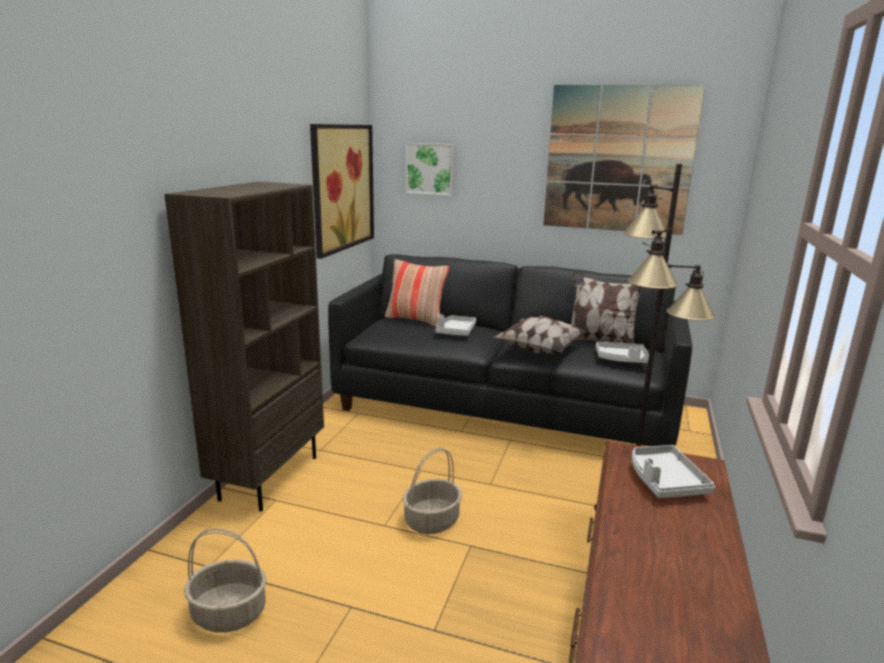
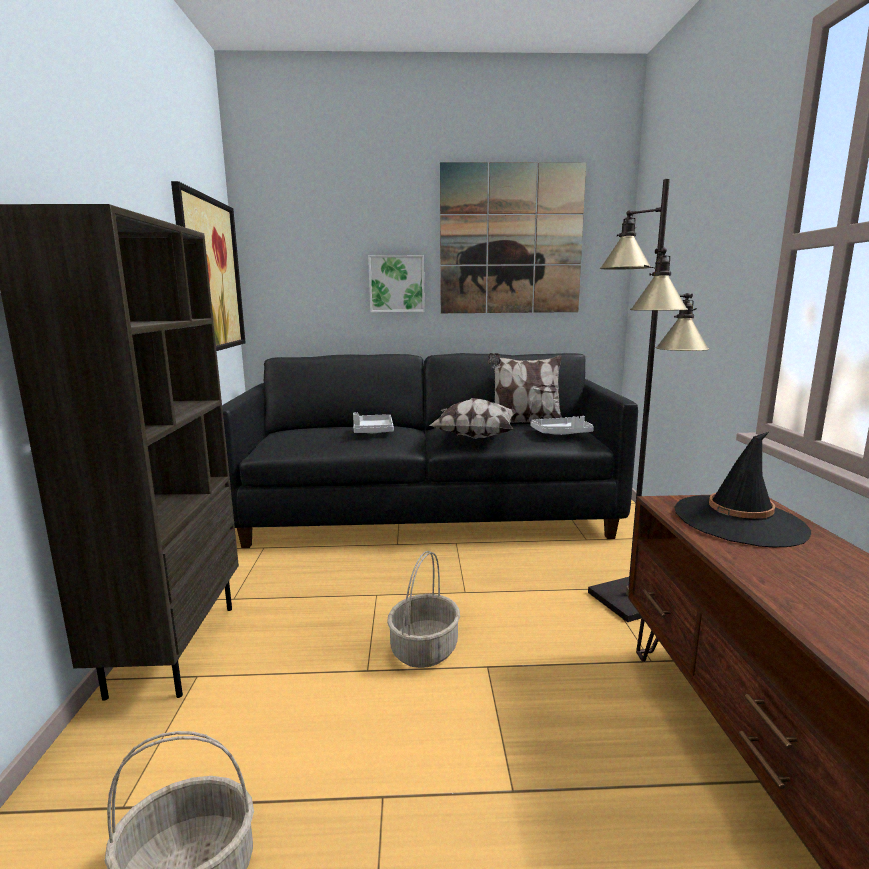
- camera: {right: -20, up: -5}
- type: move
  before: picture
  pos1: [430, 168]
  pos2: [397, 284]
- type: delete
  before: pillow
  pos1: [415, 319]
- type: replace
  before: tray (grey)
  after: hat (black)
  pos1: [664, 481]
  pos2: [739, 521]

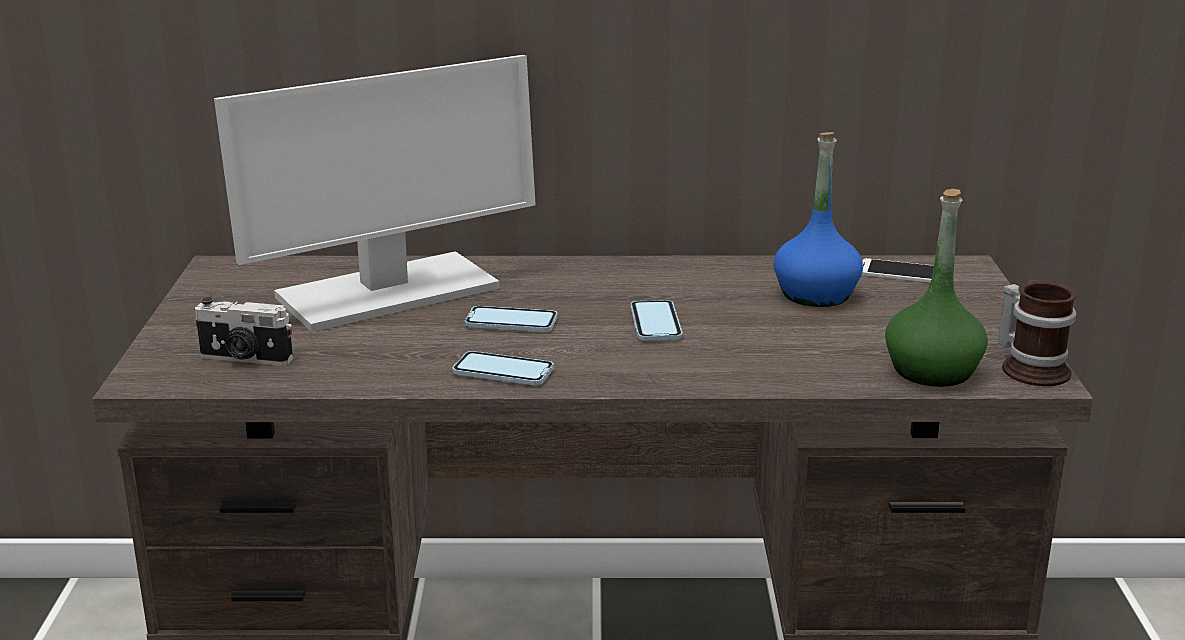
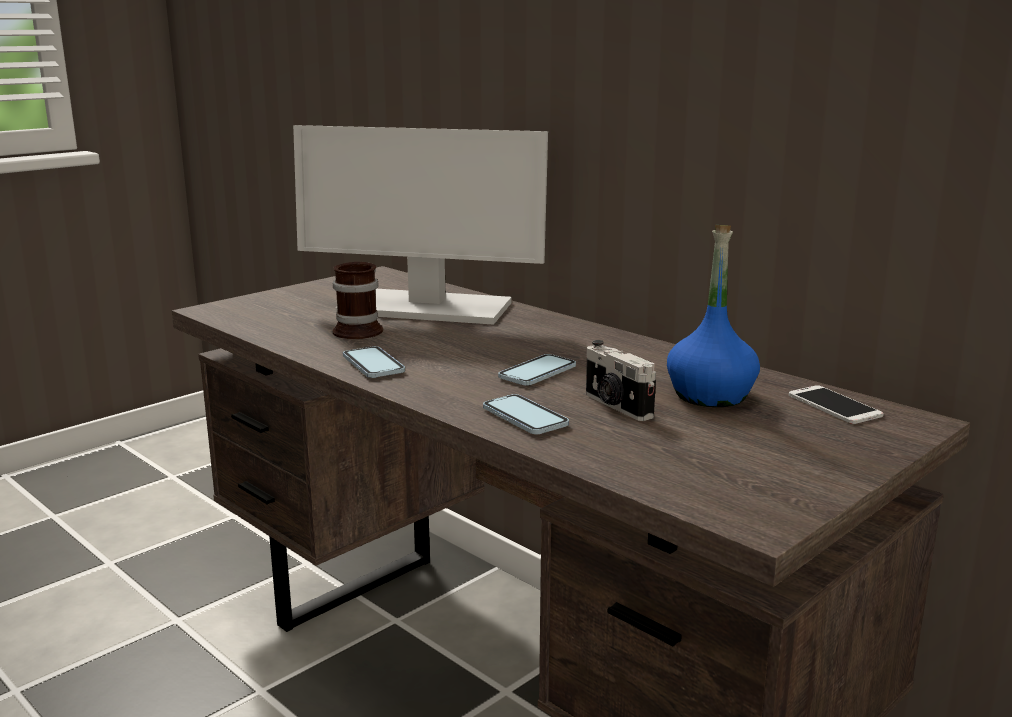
- camera: {right: 45, up: -5}
- type: delete
  before: bottle (green)
  pos1: [932, 371]
- type: move
  before: mug
  pos1: [1033, 368]
  pos2: [362, 330]
- type: move
  before: photo camera
  pos1: [245, 359]
  pos2: [616, 406]
- type: move
  before: phone
  pos1: [511, 322]
  pos2: [525, 417]

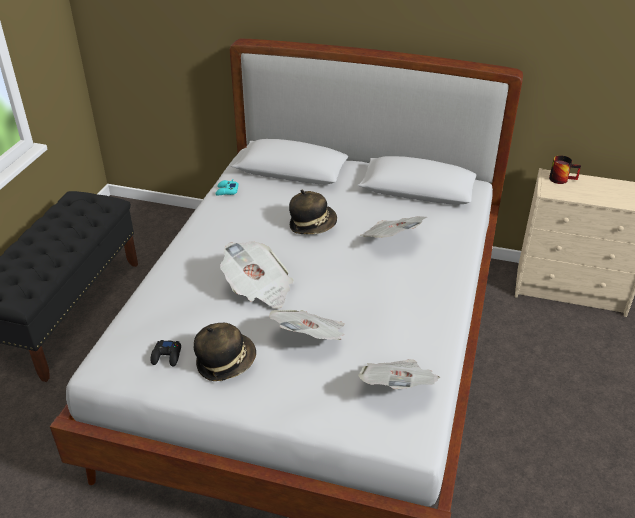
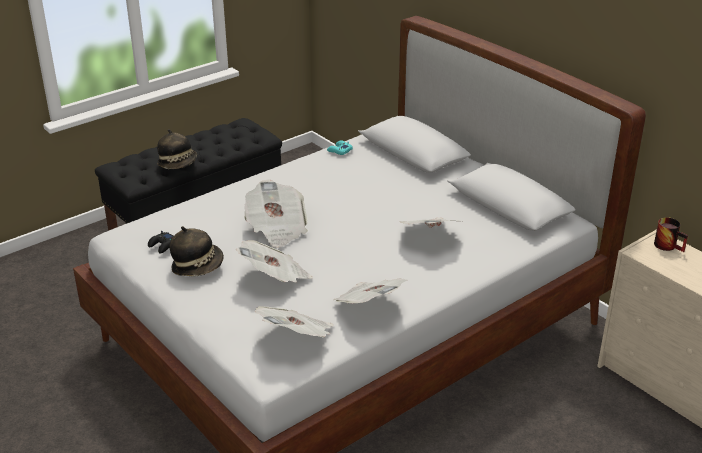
- camera: {right: 35, up: -5}
- type: move
  before: hat
  pos1: [312, 225]
  pos2: [178, 164]
- type: insert
  after: newspaper
  pos2: [369, 306]

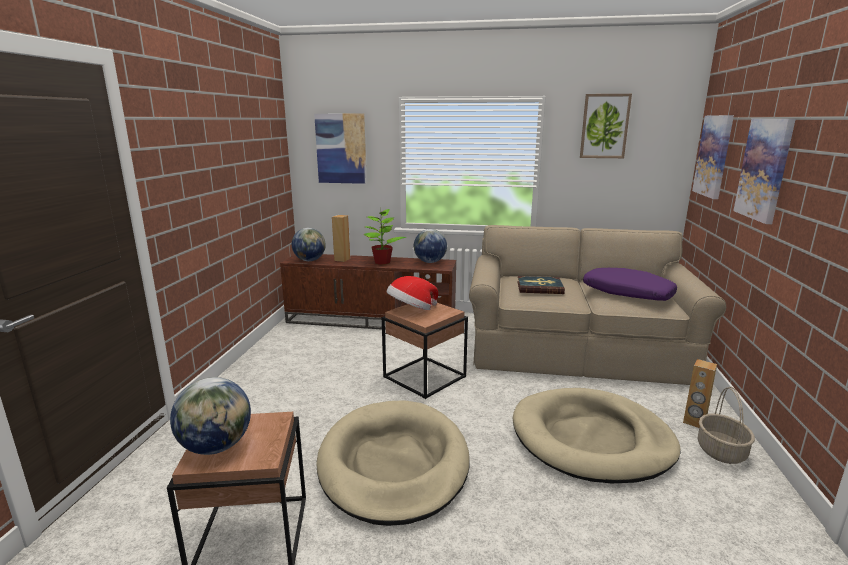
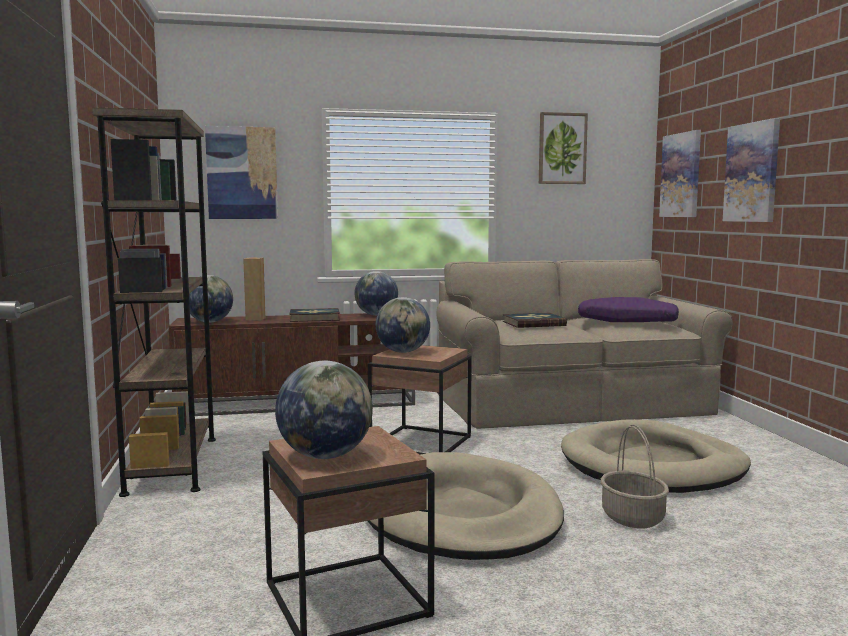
- camera: {right: -20, up: -10}
- type: replace
  before: potted plant
  after: book
  pos1: [382, 262]
  pos2: [314, 318]
- type: replace
  before: hat
  after: globe
  pos1: [411, 310]
  pos2: [403, 352]
- type: delete
  before: speaker (brown)
  pos1: [694, 422]
- type: move
  before: basket
  pos1: [721, 451]
  pos2: [633, 518]
- type: insert
  after: bookcase (brown)
  pos2: [172, 464]

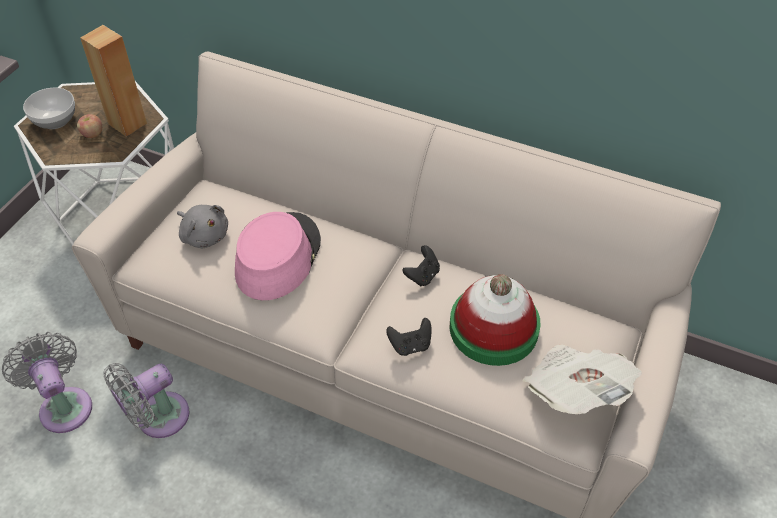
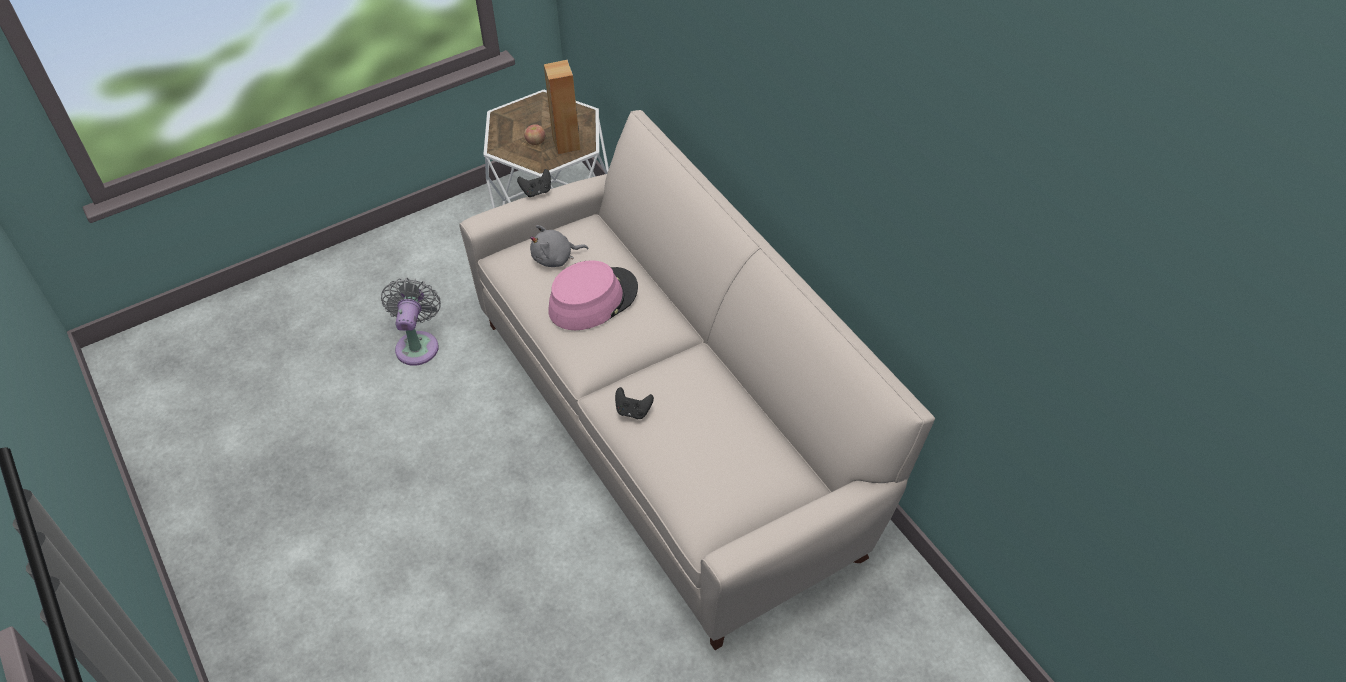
- camera: {right: 35, up: 0}
- type: delete
  before: bowl
  pos1: [54, 120]
- type: rotate
  before: plush toy (grey)
  pos1: [204, 235]
  pos2: [555, 258]
  turn: 90
- type: move
  before: game controller (black)
  pos1: [422, 275]
  pos2: [537, 191]
- type: delete
  before: hat
  pos1: [493, 328]
- type: delete
  before: newspaper
  pos1: [575, 390]
- type: delete
  before: fan (grey)
  pos1: [157, 418]

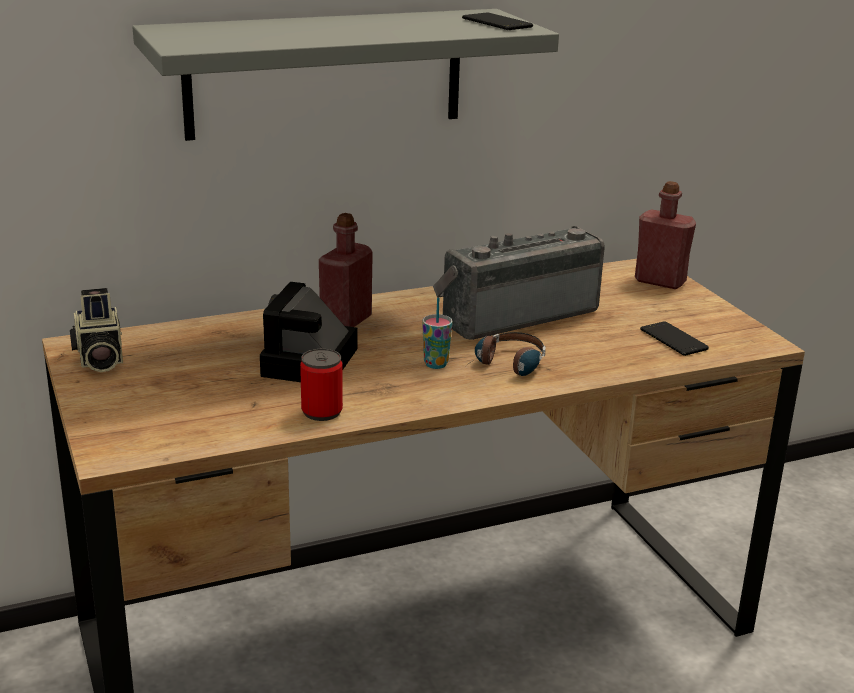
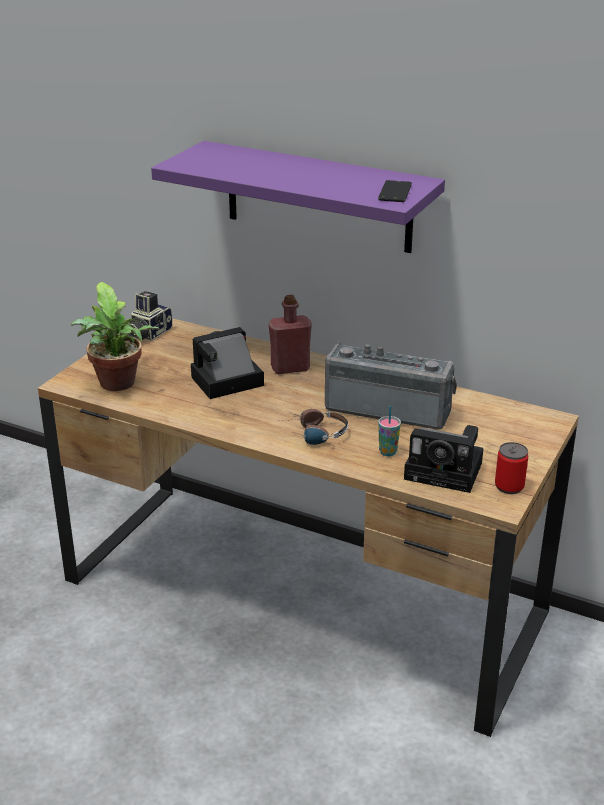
- camera: {right: 50, up: 5}
- type: recolor
  before: shelf (grey)
  after: shelf (purple)
  pos1: [325, 73]
  pos2: [318, 197]
- type: delete
  before: bottle (red)
  pos1: [660, 281]
- type: move
  before: cup
  pos1: [436, 364]
  pos2: [388, 452]
- type: replace
  before: phone
  after: photo camera
  pos1: [673, 339]
  pos2: [447, 471]
- type: move
  before: can
  pos1: [322, 412]
  pos2: [509, 486]
- type: insert
  after: potted plant
  pos2: [118, 385]

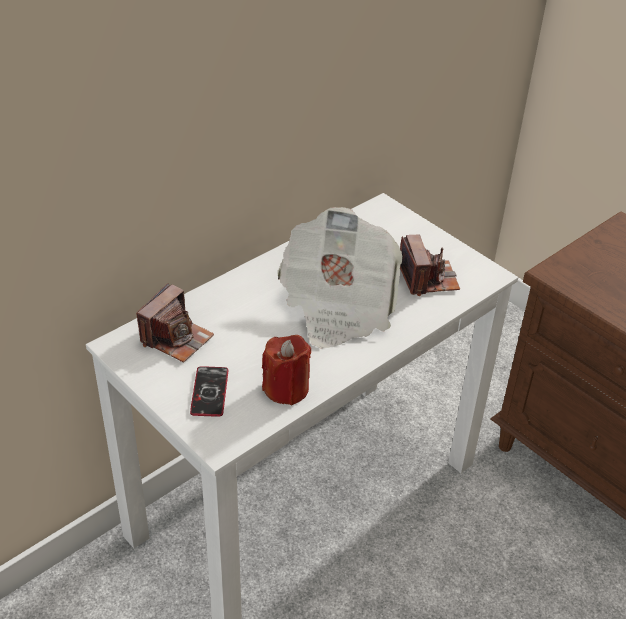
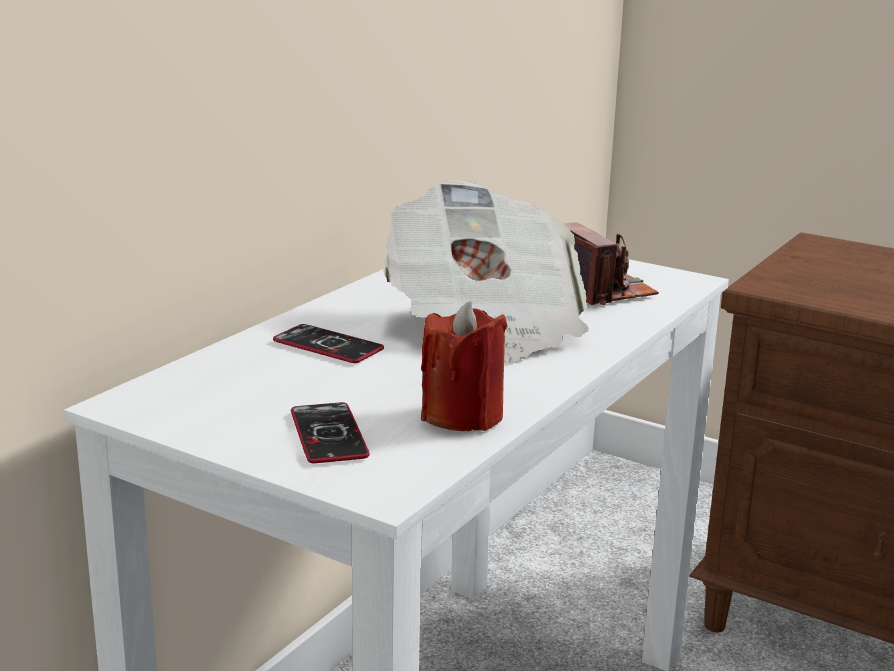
- camera: {right: -15, up: -20}
- type: delete
  before: photo camera
  pos1: [176, 338]
- type: insert
  after: phone
  pos2: [328, 346]

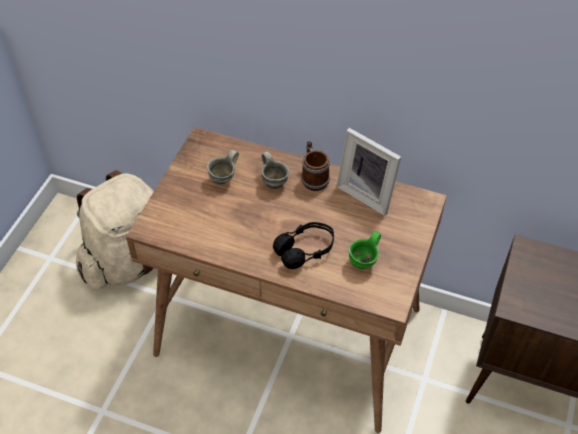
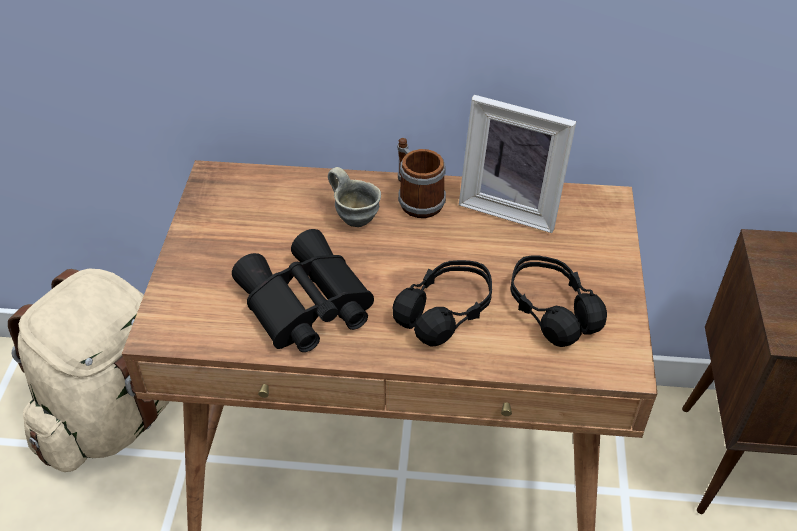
- camera: {right: -15, up: -5}
- type: delete
  before: mug (grey)
  pos1: [225, 179]
- type: replace
  before: mug (green)
  after: headphones (black)
  pos1: [365, 262]
  pos2: [551, 310]
- type: insert
  after: binoculars (black)
  pos2: [304, 306]

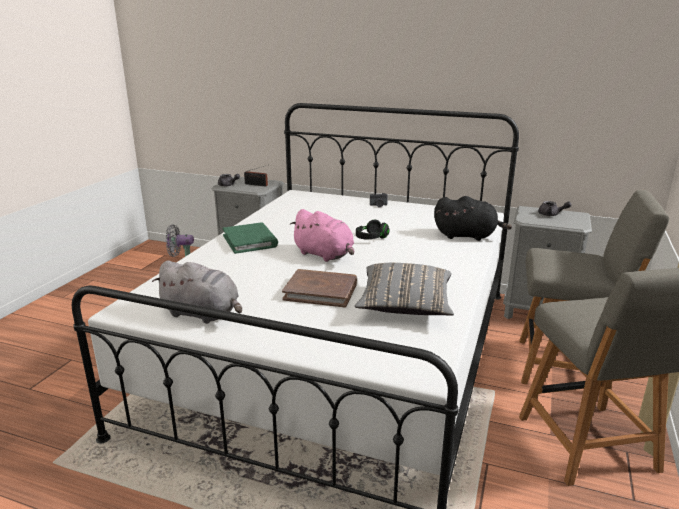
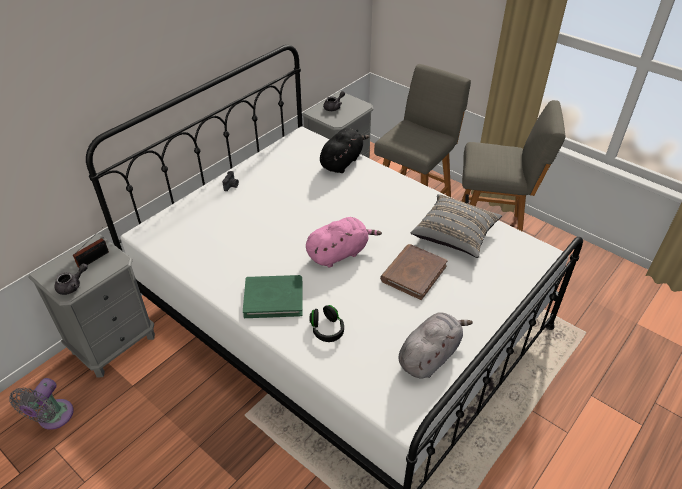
- camera: {right: -70, up: 20}
- type: move
  before: headphones (black)
  pos1: [371, 238]
  pos2: [327, 330]

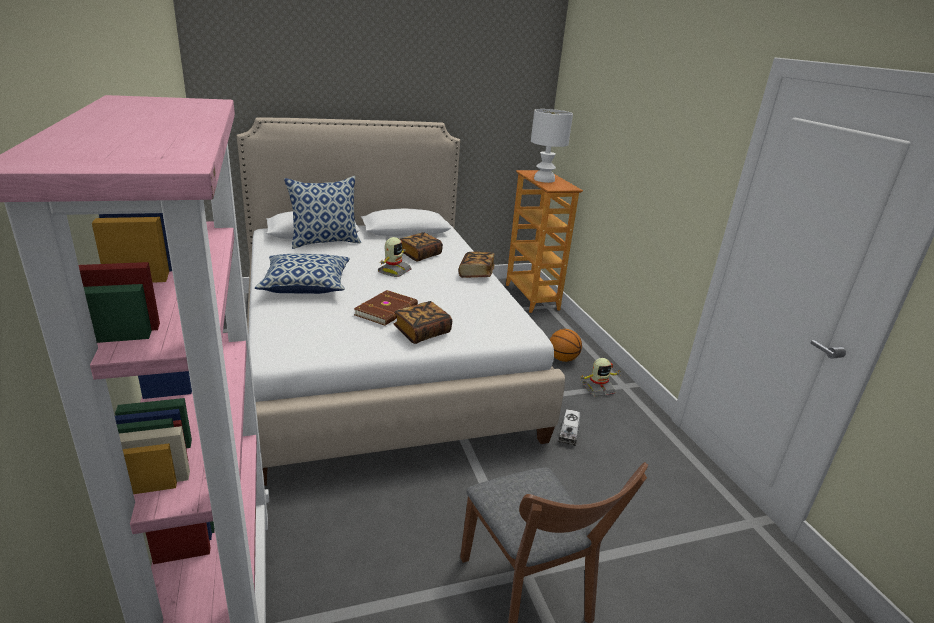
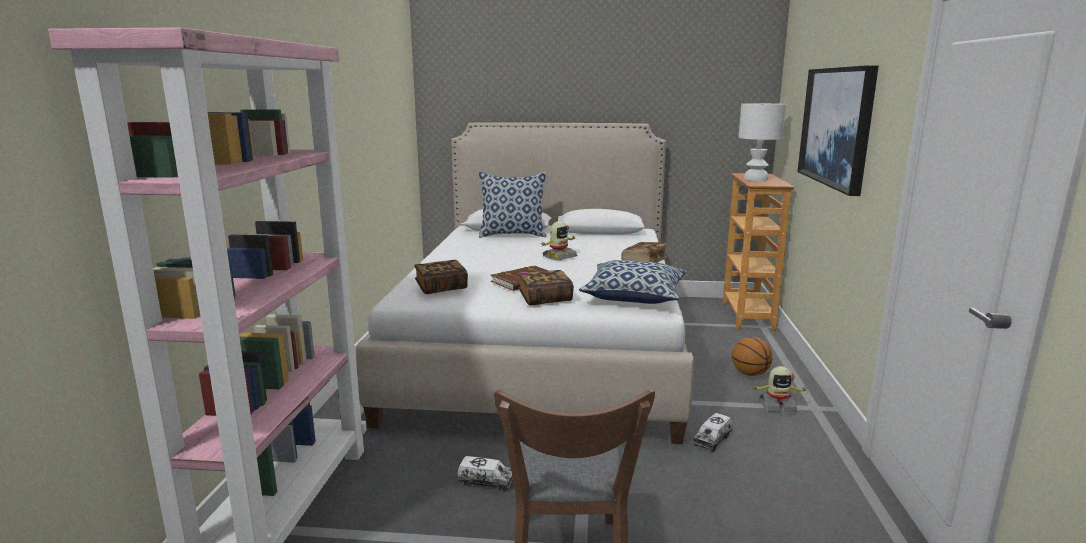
- camera: {right: 25, up: -10}
- type: move
  before: book
  pos1: [420, 255]
  pos2: [441, 287]
- type: move
  before: pillow
  pos1: [306, 286]
  pos2: [634, 297]
- type: insert
  after: picture
  pos2: [837, 126]
- type: insert
  after: toy truck
  pos2: [486, 482]

